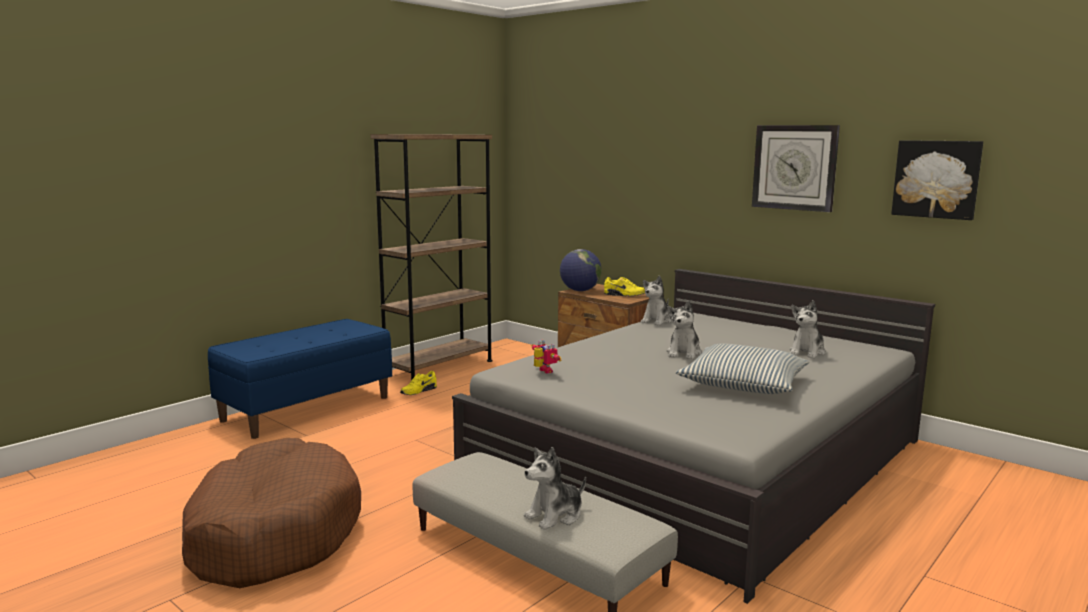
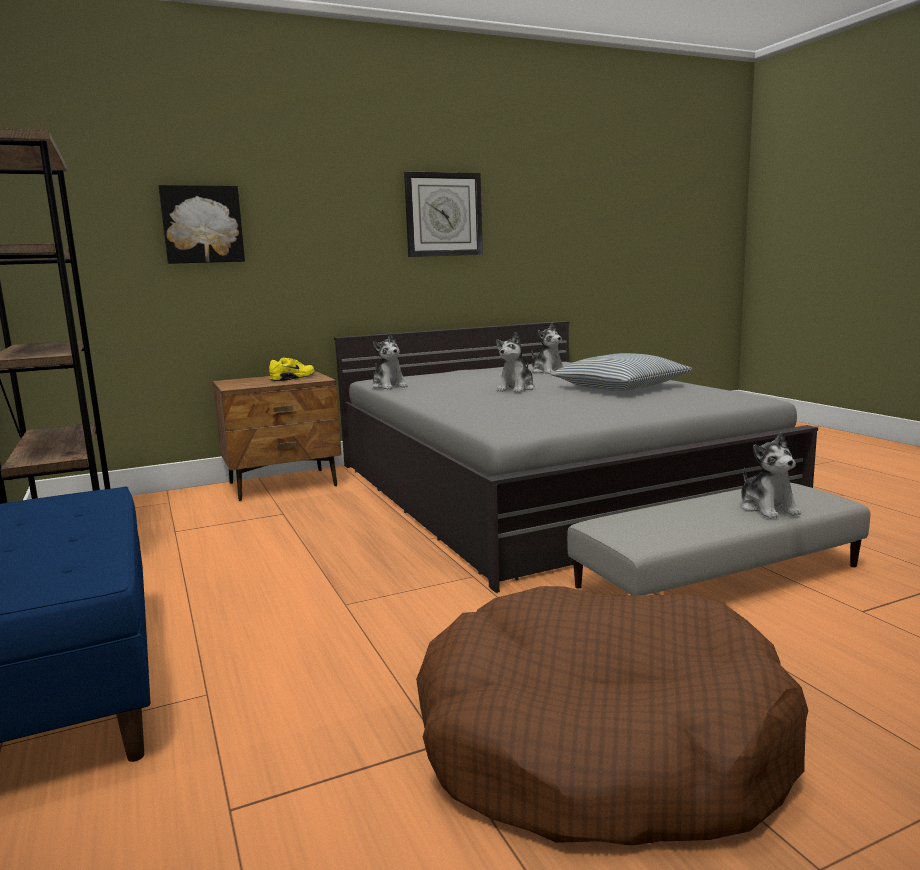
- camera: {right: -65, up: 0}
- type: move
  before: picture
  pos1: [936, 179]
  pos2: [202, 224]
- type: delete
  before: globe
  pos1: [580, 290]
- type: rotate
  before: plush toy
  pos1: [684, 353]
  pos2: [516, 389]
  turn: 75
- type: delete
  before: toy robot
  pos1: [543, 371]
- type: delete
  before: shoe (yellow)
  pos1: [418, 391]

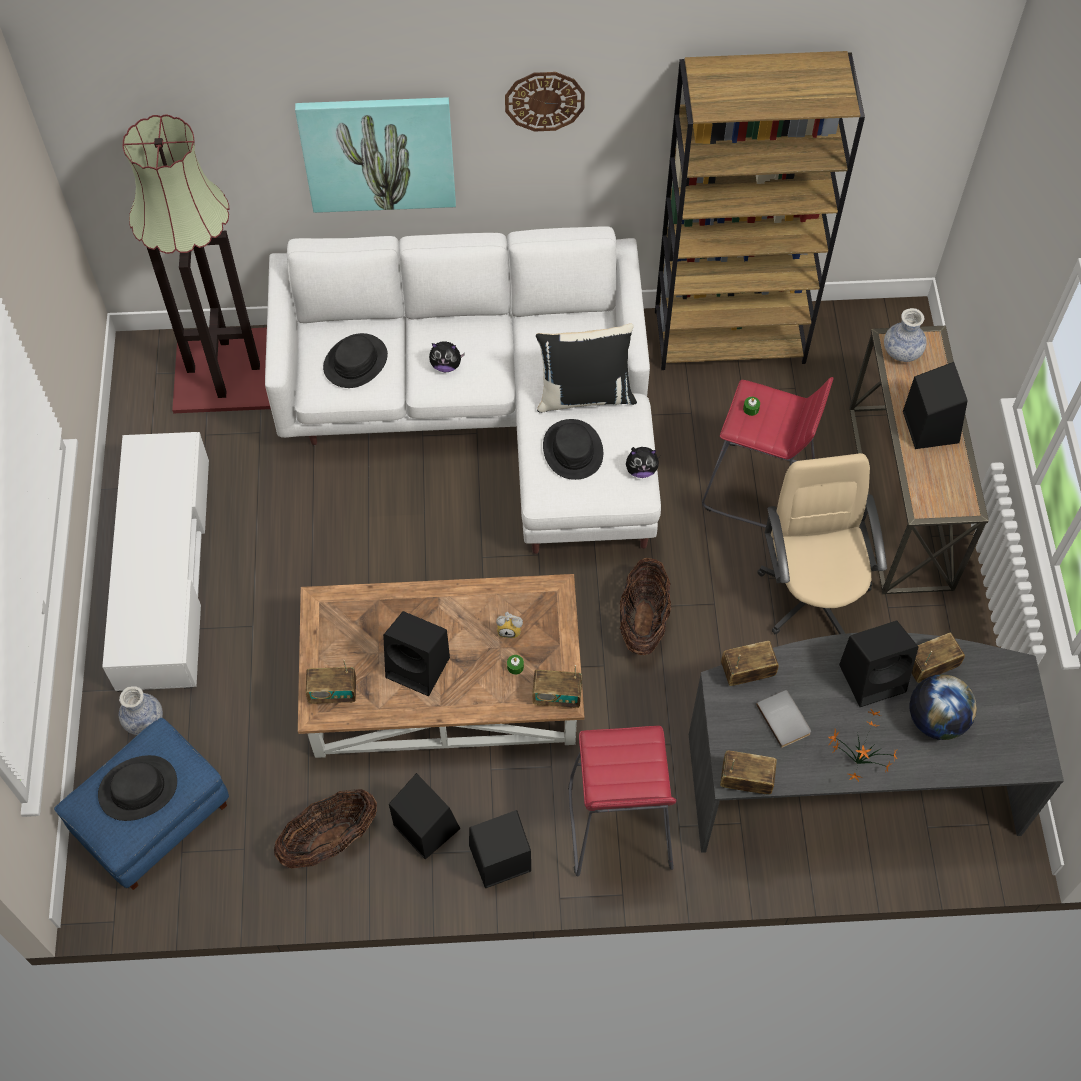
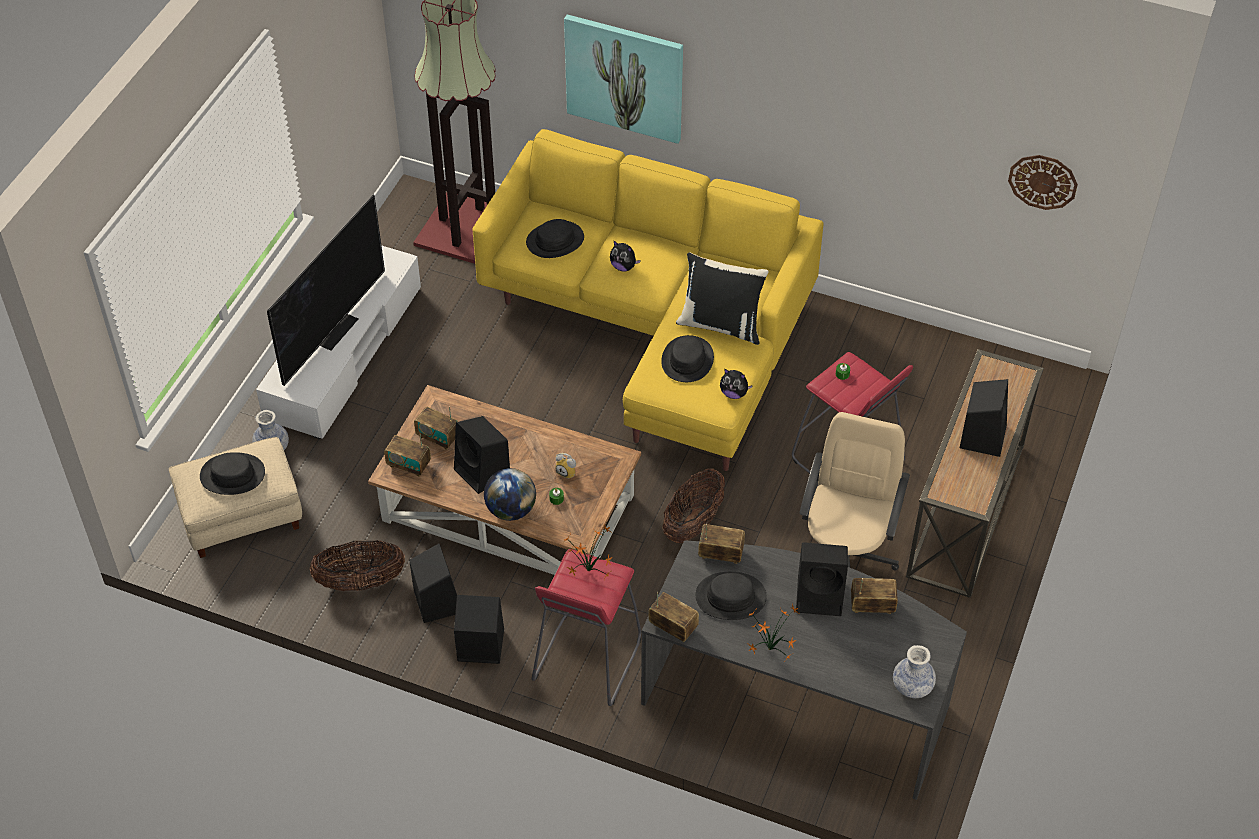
- camera: {right: 25, up: -10}
- type: delete
  before: bookcase (brown)
  pos1: [730, 336]
- type: move
  before: wall clock
  pos1: [544, 100]
  pos2: [1043, 181]
- type: recolor
  before: sofa (white)
  after: sofa (yellow)
  pos1: [488, 411]
  pos2: [657, 327]
- type: move
  before: vase
  pos1: [902, 351]
  pos2: [912, 686]
- type: move
  before: radio
  pos1: [557, 696]
  pos2: [438, 437]
- type: move
  before: globe
  pos1: [935, 719]
  pos2: [511, 510]
- type: replace
  before: book (grey)
  after: hat (black)
  pos1: [785, 719]
  pos2: [730, 597]
- type: recolor
  before: ottoman (blue)
  after: ottoman (beige)
  pos1: [152, 818]
  pos2: [241, 516]
- type: insert
  after: television
  pos2: [334, 328]
- type: insert
  after: potted plant
  pos2: [587, 570]

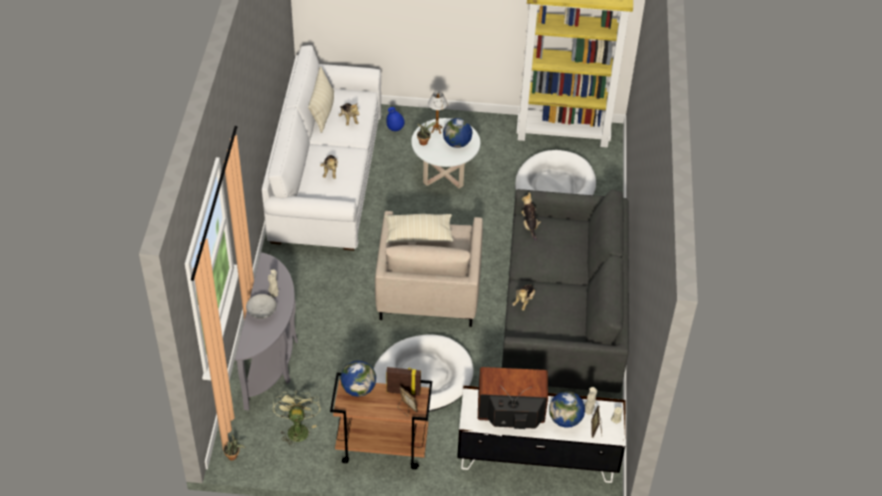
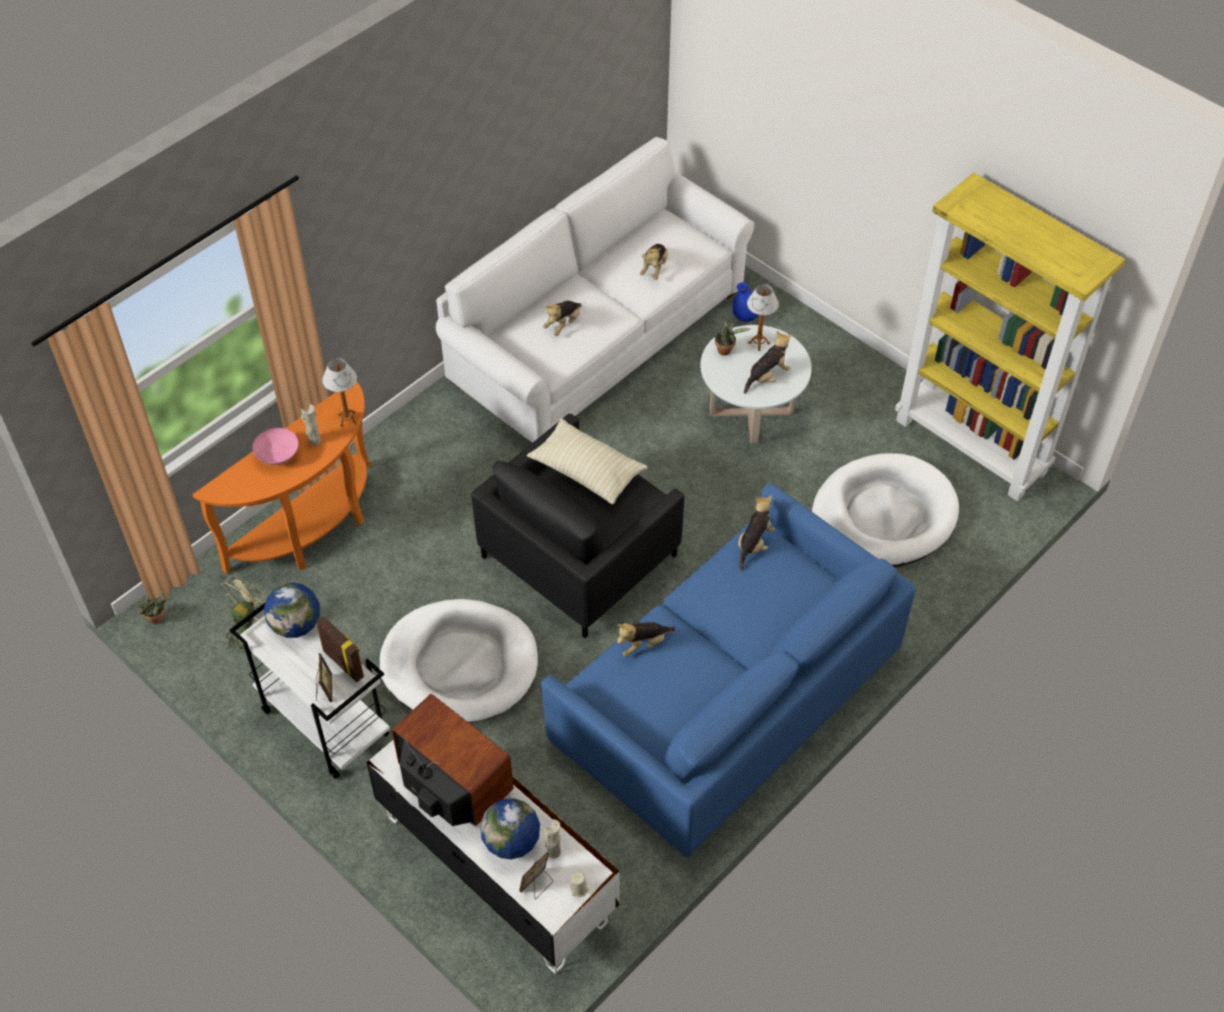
- camera: {right: 40, up: 5}
- type: delete
  before: pillow (beige)
  pos1: [322, 111]
- type: replace
  before: globe
  after: plush toy
  pos1: [457, 143]
  pos2: [767, 376]
- type: recolor
  before: sofa (grey)
  after: sofa (blue)
  pos1: [563, 310]
  pos2: [726, 693]
- type: recolor
  before: armchair (beige)
  after: armchair (black)
  pos1: [428, 290]
  pos2: [578, 555]
- type: recolor
  before: console table (grey)
  after: console table (orange)
  pos1: [273, 360]
  pos2: [312, 530]
- type: recolor
  before: bowl (grey)
  after: bowl (pink)
  pos1: [261, 313]
  pos2: [277, 456]
- type: recolor
  before: cart (brown)
  after: cart (white)
  pos1: [381, 448]
  pos2: [323, 722]
- type: insert
  after: table lamp
  pos2: [347, 419]

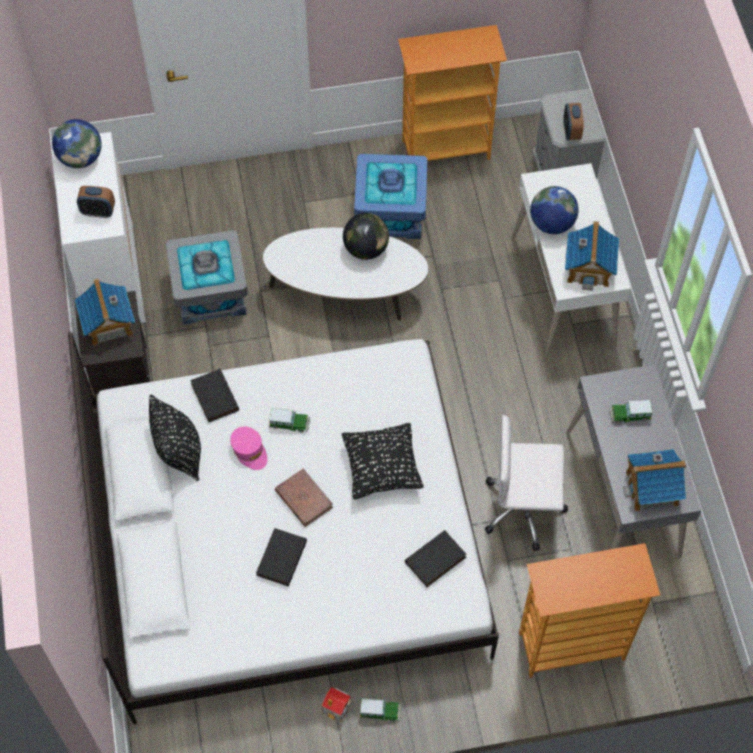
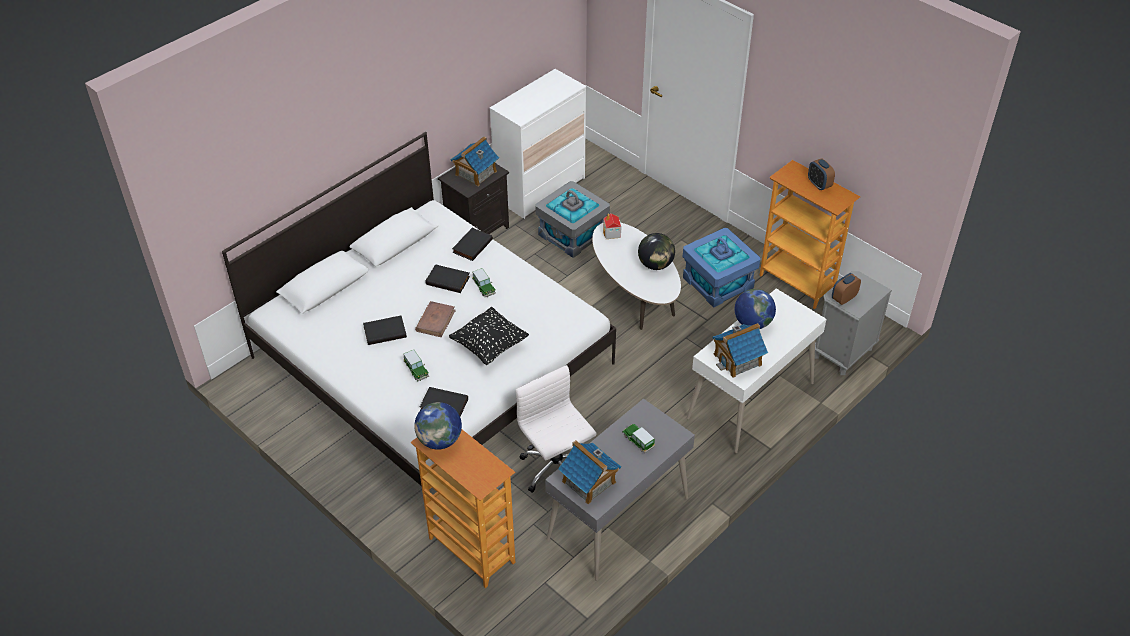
- camera: {right: 55, up: -15}
- type: move
  before: globe
  pos1: [81, 158]
  pos2: [440, 440]
- type: move
  before: alarm clock
  pos1: [98, 212]
  pos2: [819, 184]
- type: delete
  before: pillow (black)
  pos1: [179, 452]
- type: replace
  before: cap (pink)
  after: book (black)
  pos1: [249, 451]
  pos2: [448, 280]
- type: move
  before: toy house
  pos1: [337, 707]
  pos2: [612, 233]
- type: move
  before: toy car
  pos1: [380, 712]
  pos2: [416, 370]

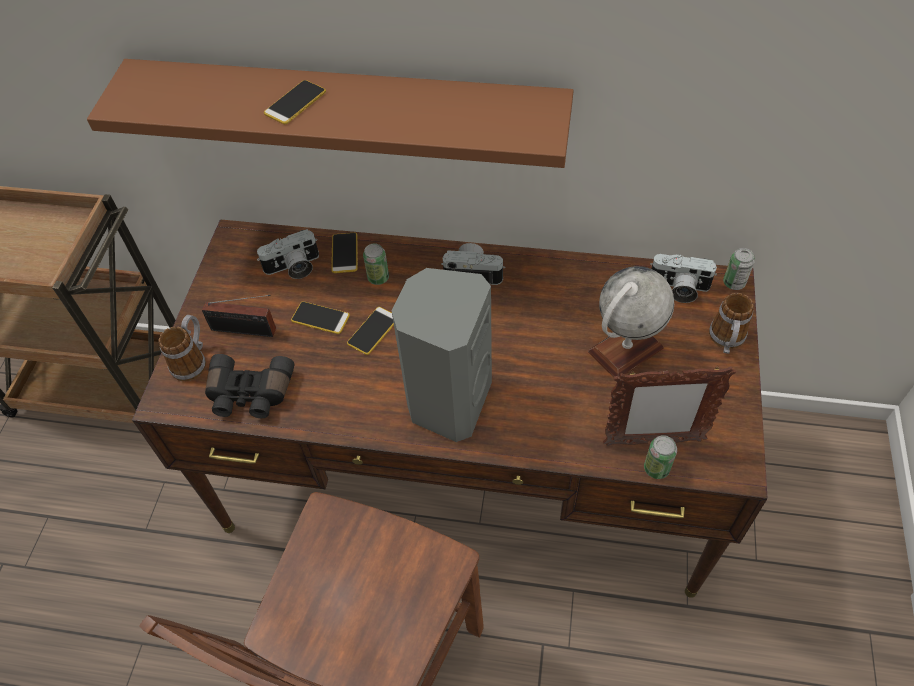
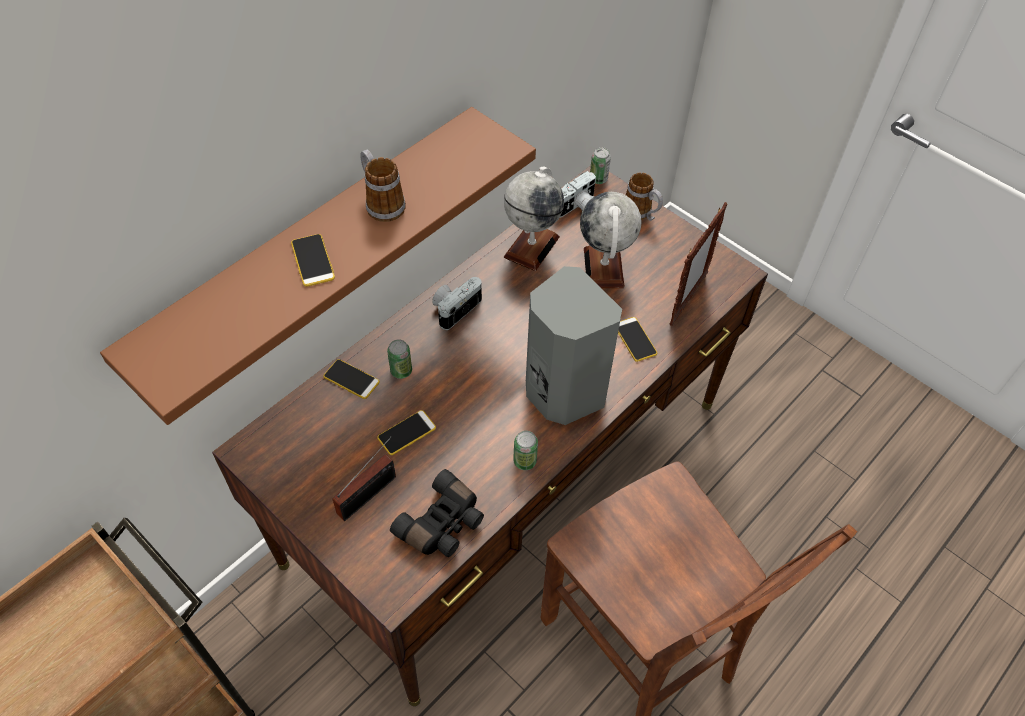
- camera: {right: -60, up: 0}
- type: delete
  before: photo camera
  pos1: [293, 268]
- type: move
  before: phone
  pos1: [373, 331]
  pos2: [635, 339]
- type: move
  before: mug
  pos1: [192, 361]
  pos2: [381, 203]
- type: move
  before: can
  pos1: [656, 468]
  pos2: [524, 461]
- type: insert
  after: globe
  pos2: [531, 246]

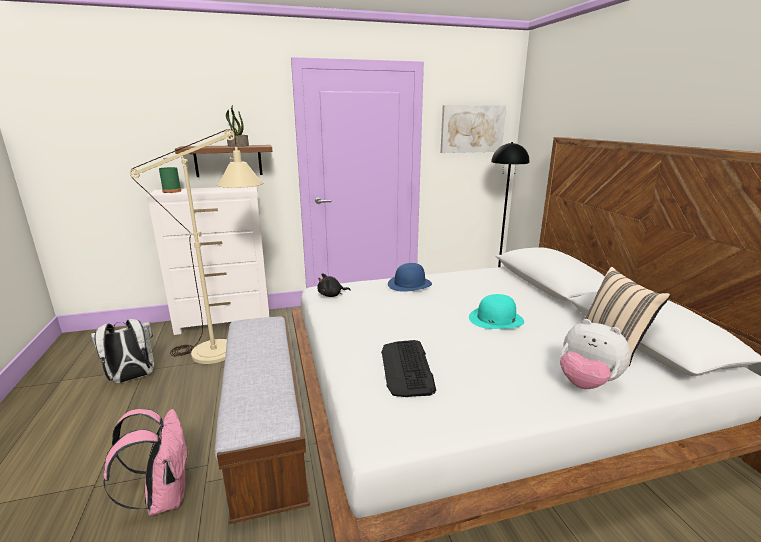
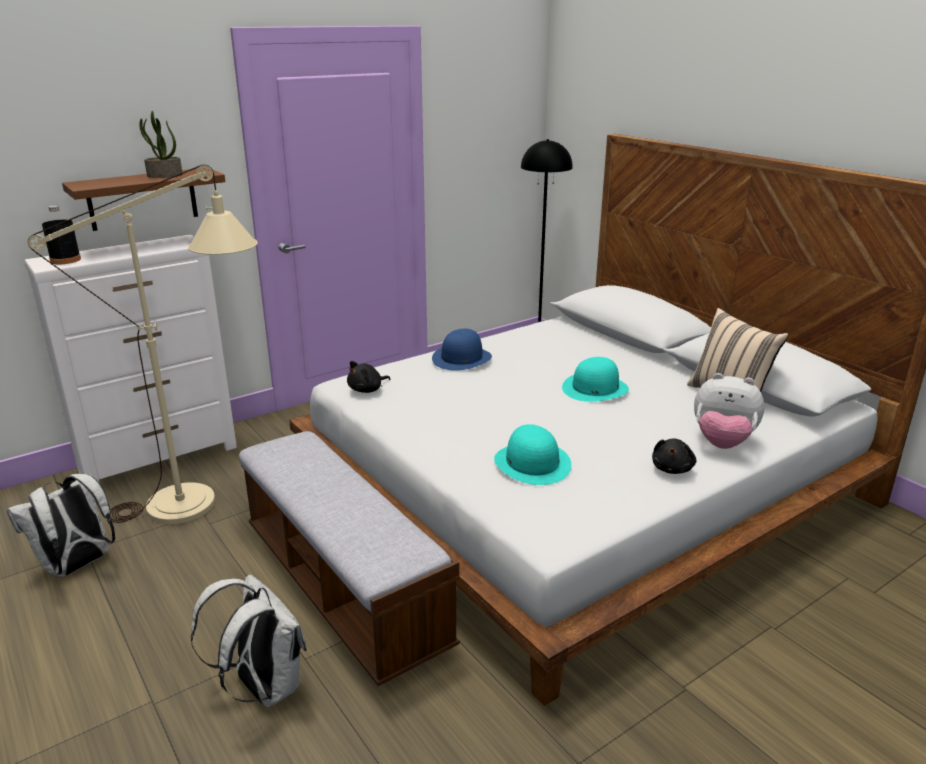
- camera: {right: -20, up: 5}
- type: delete
  before: picture
  pos1: [472, 129]
- type: recolor
  before: bottle (green)
  after: bottle (black)
  pos1: [172, 191]
  pos2: [65, 260]
- type: replace
  before: keyboard
  after: hat (turquoise)
  pos1: [407, 368]
  pos2: [532, 463]
- type: recolor
  before: backpack (pink)
  after: backpack (white)
  pos1: [164, 496]
  pos2: [263, 687]
- type: insert
  after: plush toy (black)
  pos2: [672, 469]

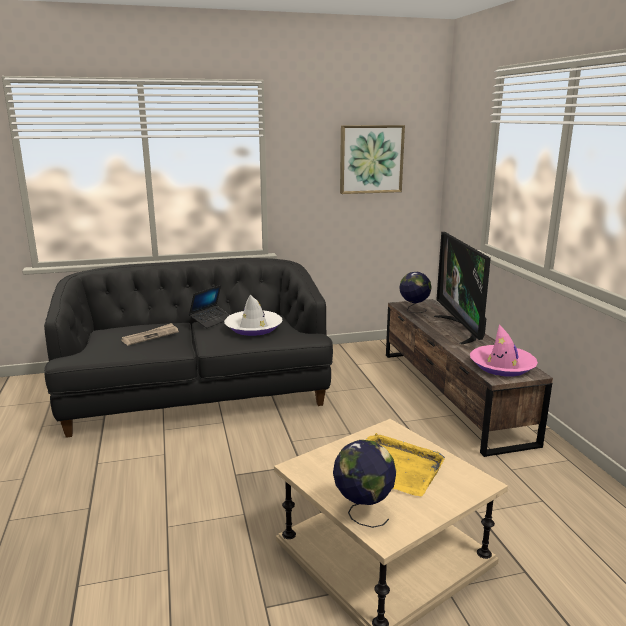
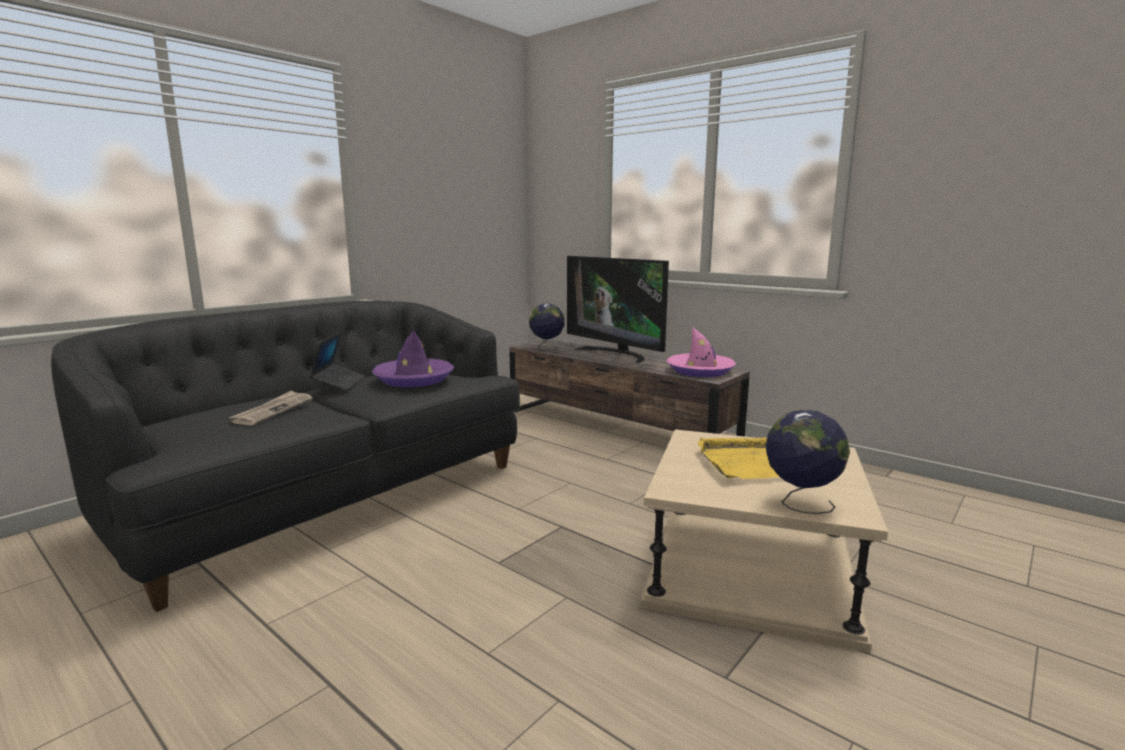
- camera: {right: -35, up: -5}
- type: delete
  before: picture
  pos1: [371, 159]
- type: recolor
  before: hat (white)
  after: hat (purple)
  pos1: [253, 328]
  pos2: [414, 379]

